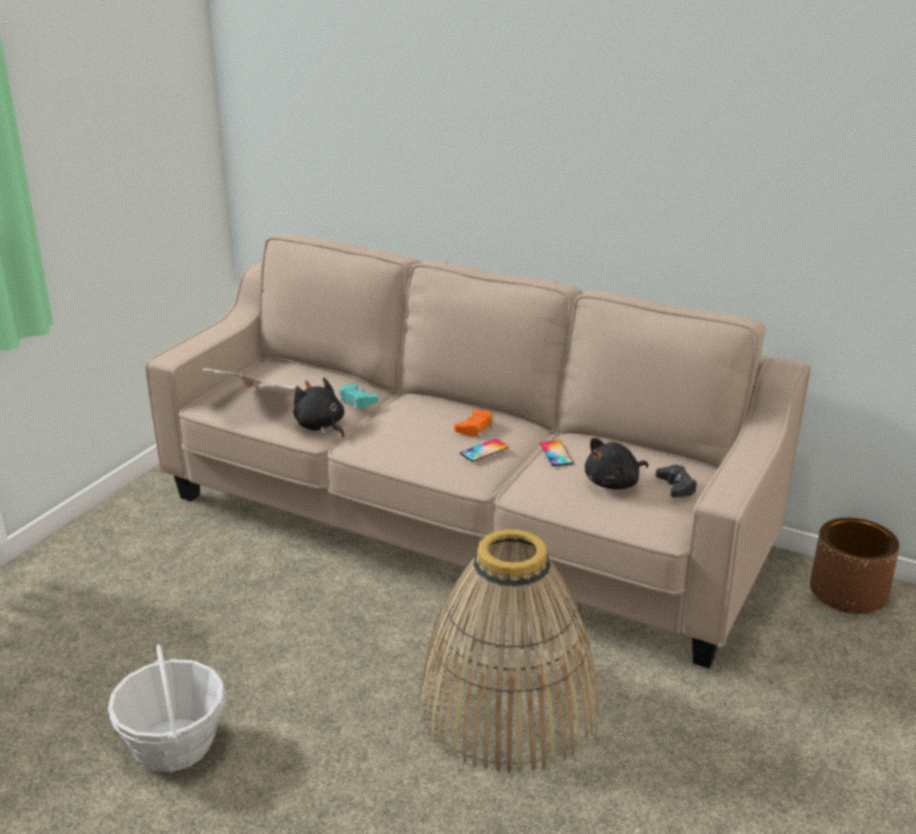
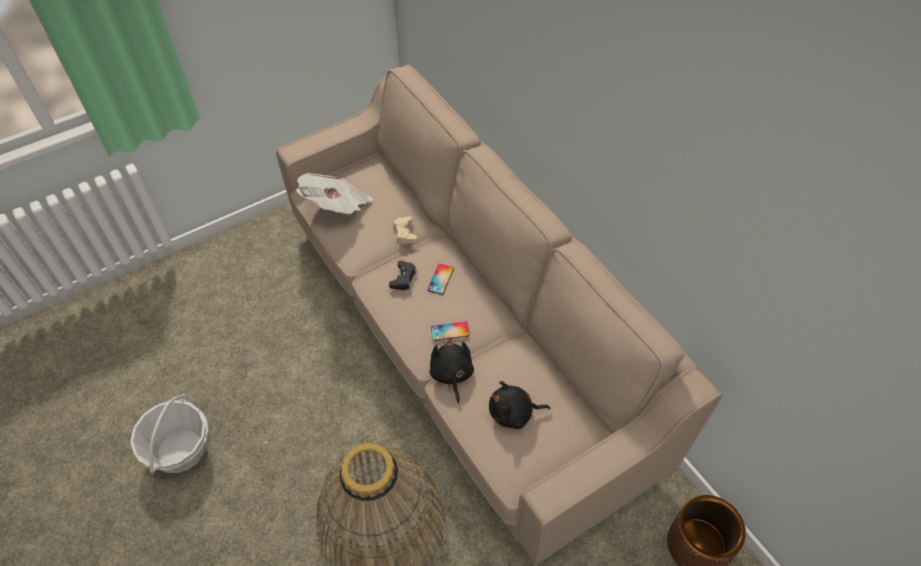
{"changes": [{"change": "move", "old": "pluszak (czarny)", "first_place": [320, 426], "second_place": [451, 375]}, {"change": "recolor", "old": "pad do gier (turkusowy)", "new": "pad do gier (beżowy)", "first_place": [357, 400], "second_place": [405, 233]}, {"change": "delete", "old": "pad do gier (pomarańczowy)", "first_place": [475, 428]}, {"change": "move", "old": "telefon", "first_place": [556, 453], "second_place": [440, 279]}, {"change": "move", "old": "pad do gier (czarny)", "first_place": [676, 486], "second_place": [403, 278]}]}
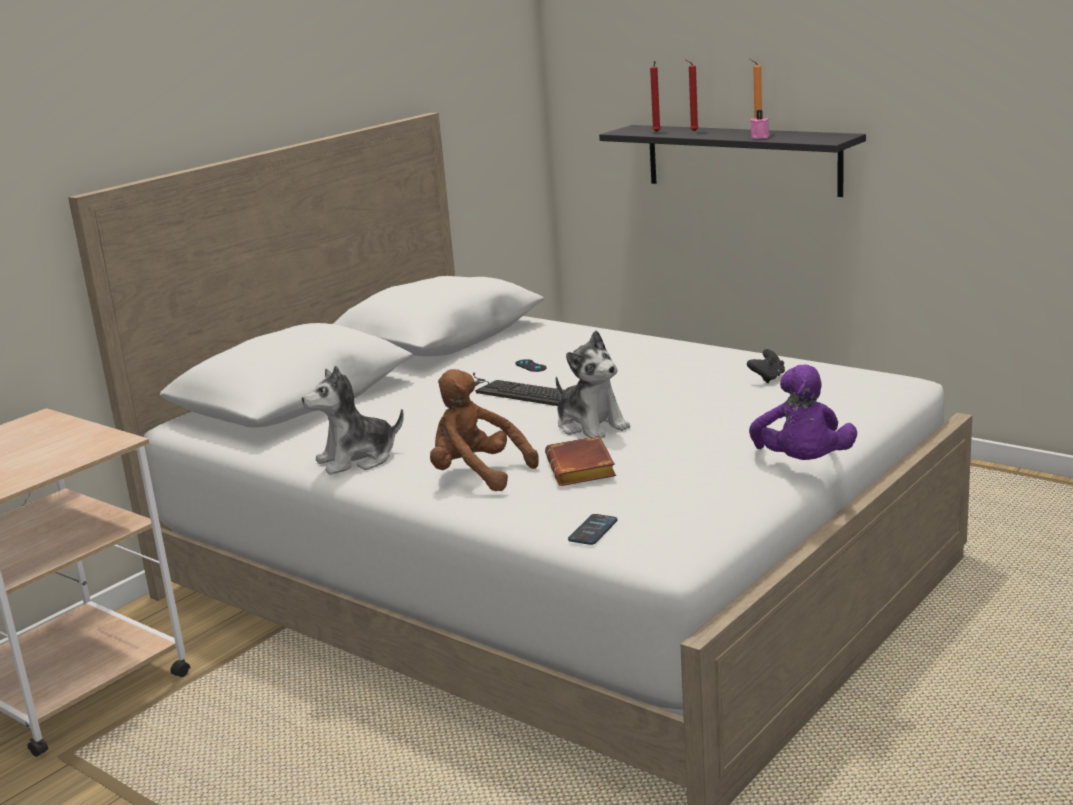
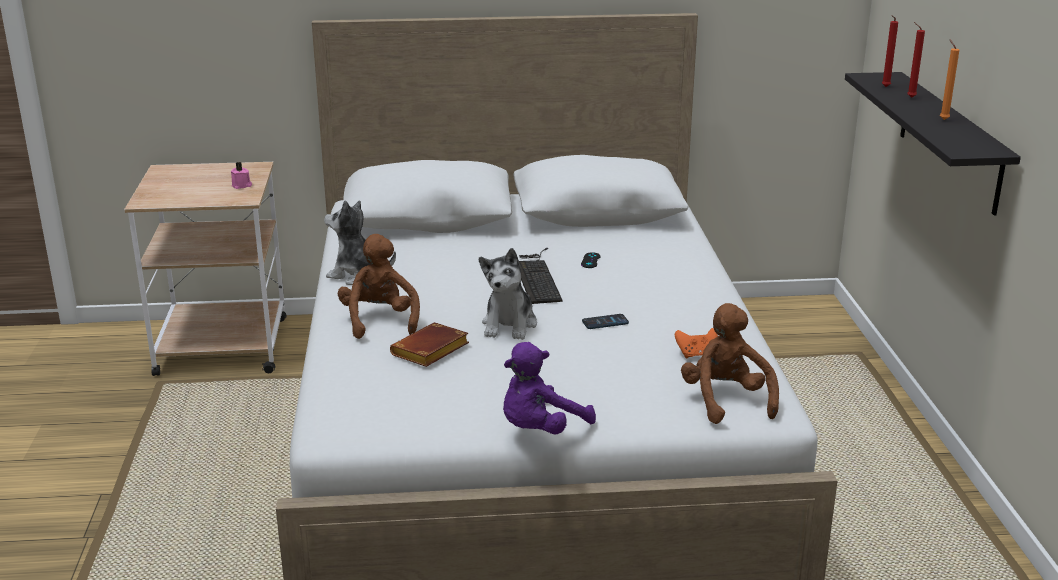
{"changes": [{"change": "move", "old": "świeca (różowy)", "first_place": [761, 137], "second_place": [242, 186]}, {"change": "recolor", "old": "pad do gier (czarny)", "new": "pad do gier (pomarańczowy)", "first_place": [767, 378], "second_place": [696, 354]}, {"change": "move", "old": "telefon", "first_place": [593, 530], "second_place": [605, 322]}, {"change": "insert", "new": "pluszak (brązowy)", "second_place": [726, 400]}]}
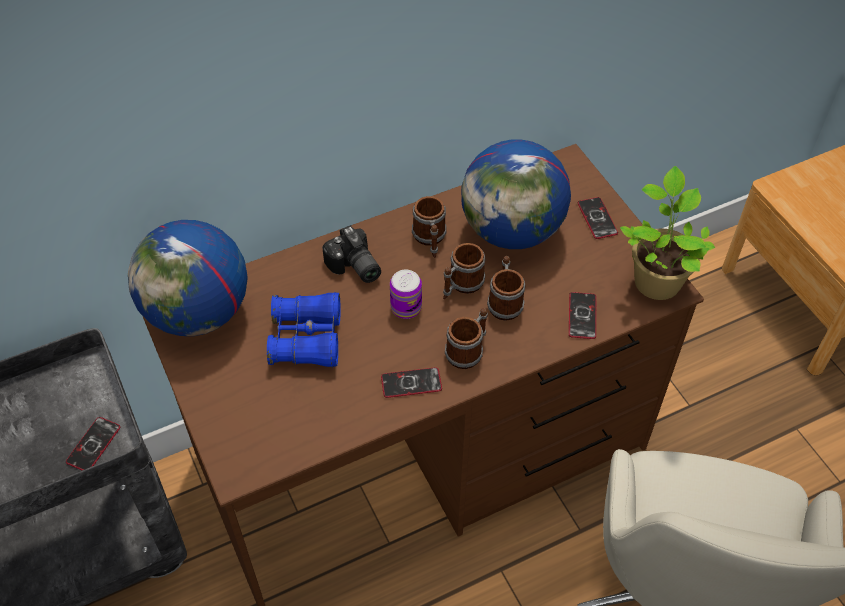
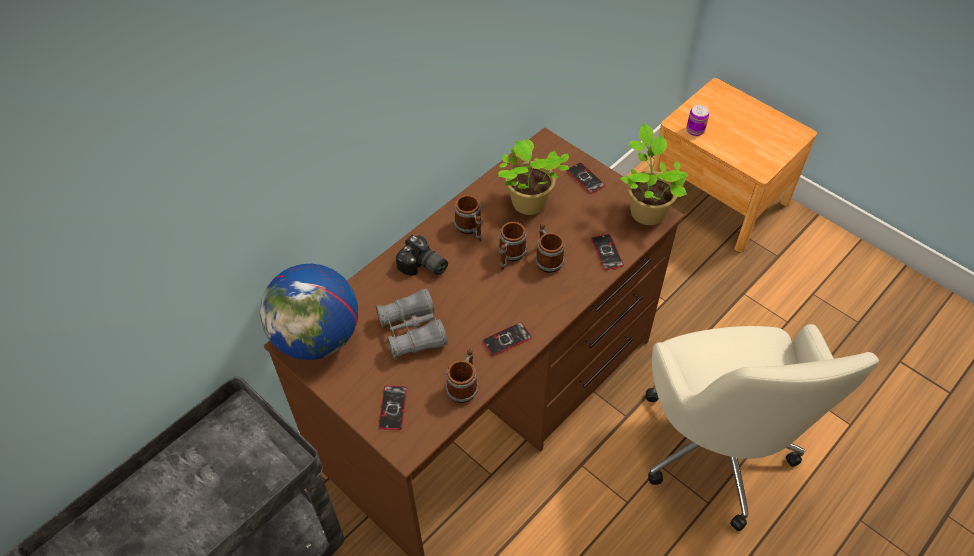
{"changes": [{"change": "replace", "old": "globus", "new": "roślina doniczkowa", "first_place": [512, 231], "second_place": [528, 205]}, {"change": "move", "old": "puszka", "first_place": [406, 308], "second_place": [695, 130]}, {"change": "recolor", "old": "lornetka (niebieski)", "new": "lornetka (szary)", "first_place": [307, 339], "second_place": [412, 331]}, {"change": "move", "old": "kubek", "first_place": [468, 350], "second_place": [464, 385]}, {"change": "move", "old": "telefon", "first_place": [93, 445], "second_place": [393, 408]}]}
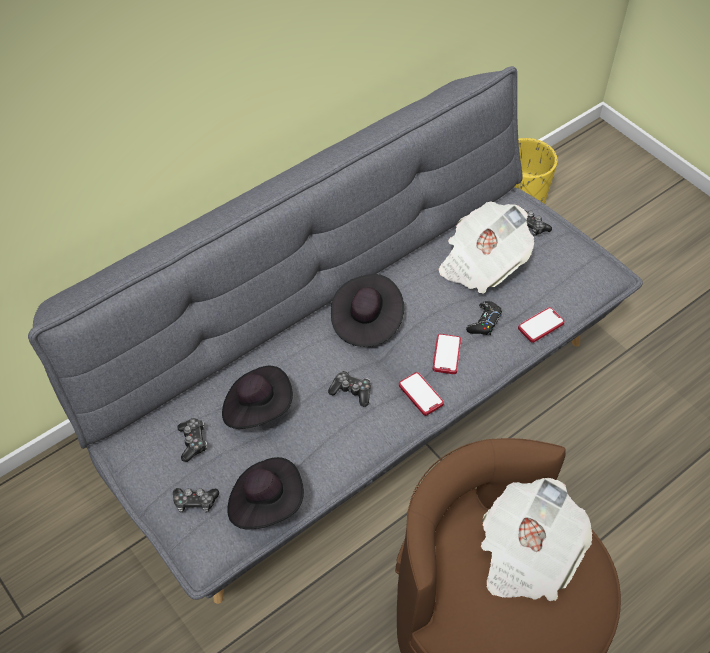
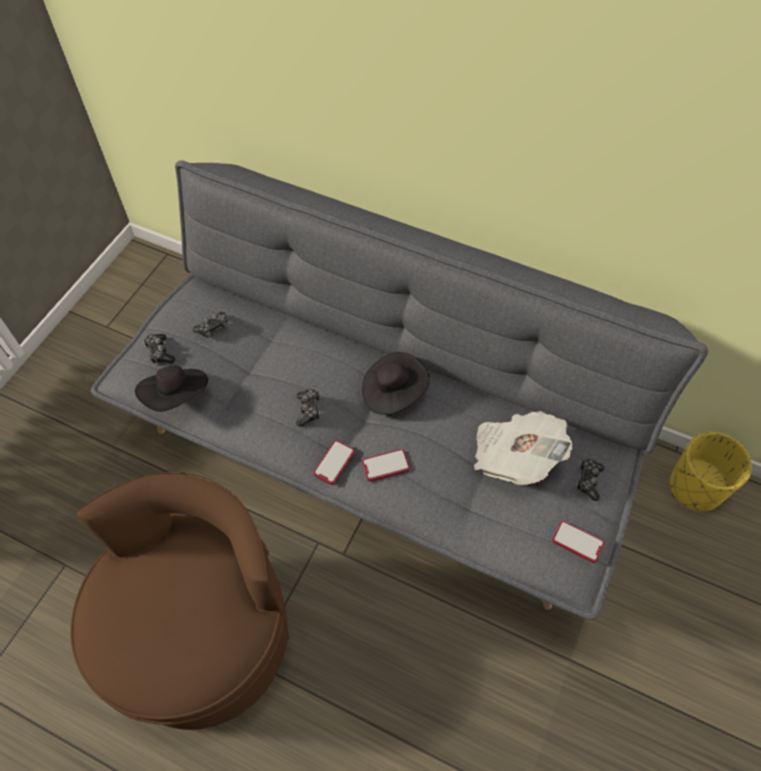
{"changes": [{"change": "delete", "old": "pad do gier (czarny)", "first_place": [484, 322]}, {"change": "move", "old": "telefon", "first_place": [540, 326], "second_place": [577, 542]}, {"change": "delete", "old": "kapelusz (czarny)", "first_place": [257, 408]}, {"change": "delete", "old": "gazeta", "first_place": [526, 555]}]}
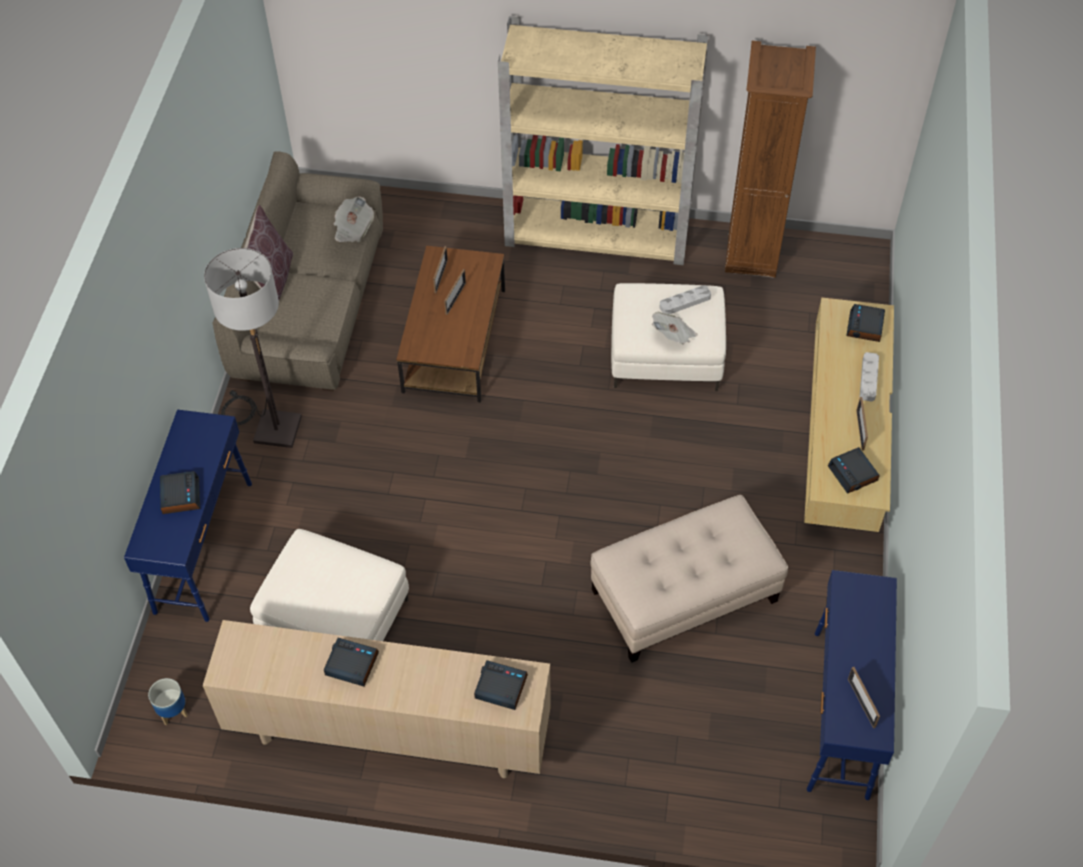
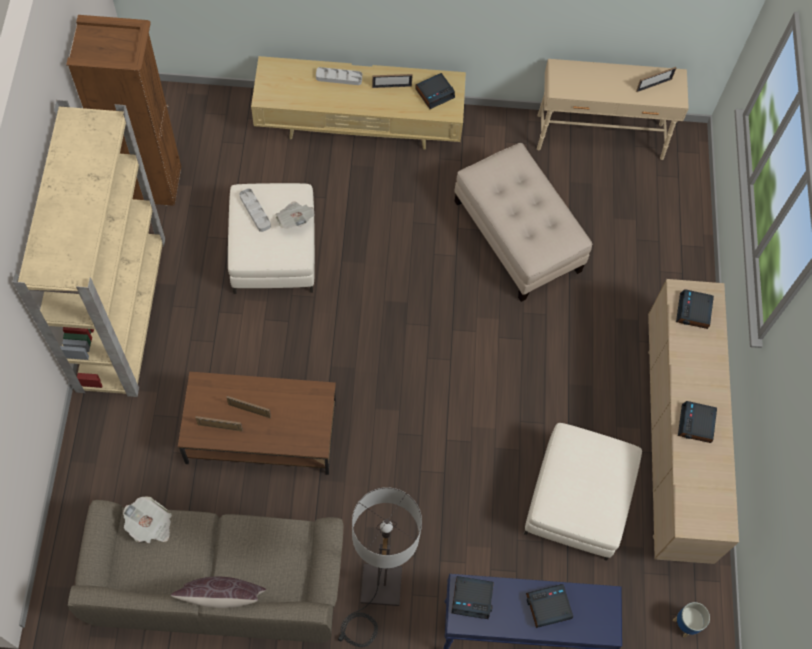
{"changes": [{"change": "move", "old": "budzik", "first_place": [865, 327], "second_place": [472, 598]}, {"change": "recolor", "old": "stolik konsolowy (niebieski)", "new": "stolik konsolowy (beżowy)", "first_place": [839, 713], "second_place": [600, 138]}]}
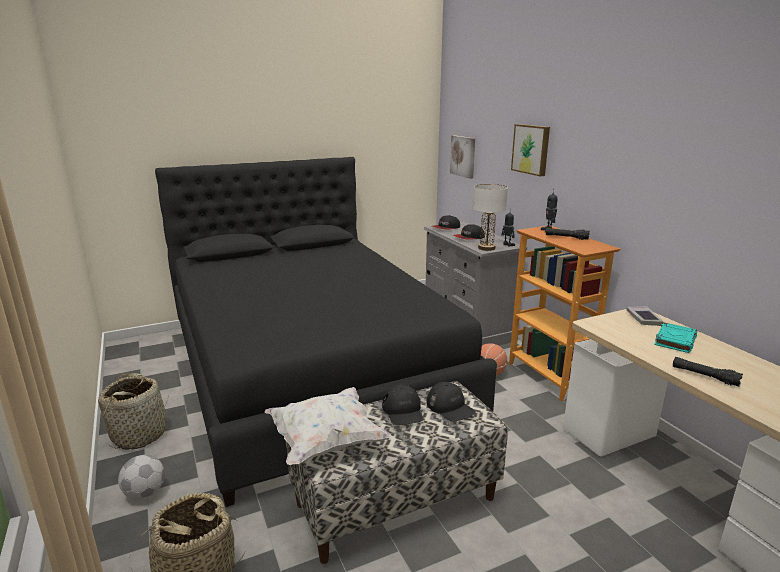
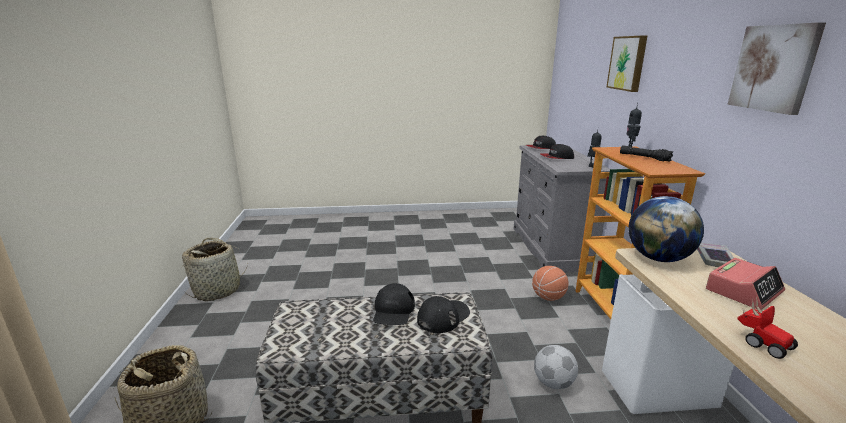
{"changes": [{"change": "move", "old": "obraz", "first_place": [463, 156], "second_place": [774, 68]}, {"change": "delete", "old": "łóżko (czarny)", "first_place": [310, 369]}, {"change": "delete", "old": "lampa stołowa", "first_place": [486, 248]}, {"change": "replace", "old": "książka (turkusowy)", "new": "budzik", "first_place": [675, 340], "second_place": [743, 290]}, {"change": "replace", "old": "latarka (czarny)", "new": "samochodzik", "first_place": [704, 376], "second_place": [761, 343]}, {"change": "rotate", "old": "czapka z daszkiem (czarny)", "first_place": [450, 407], "second_place": [443, 317], "degrees": -120}, {"change": "delete", "old": "poduszka (biały)", "first_place": [326, 442]}, {"change": "move", "old": "piłka futbolowa", "first_place": [145, 493], "second_place": [553, 382]}, {"change": "insert", "new": "globus", "second_place": [658, 258]}]}
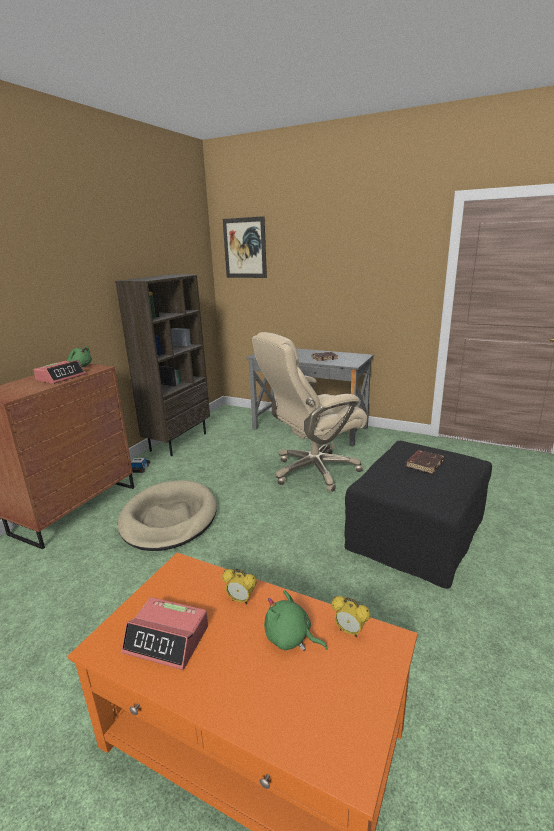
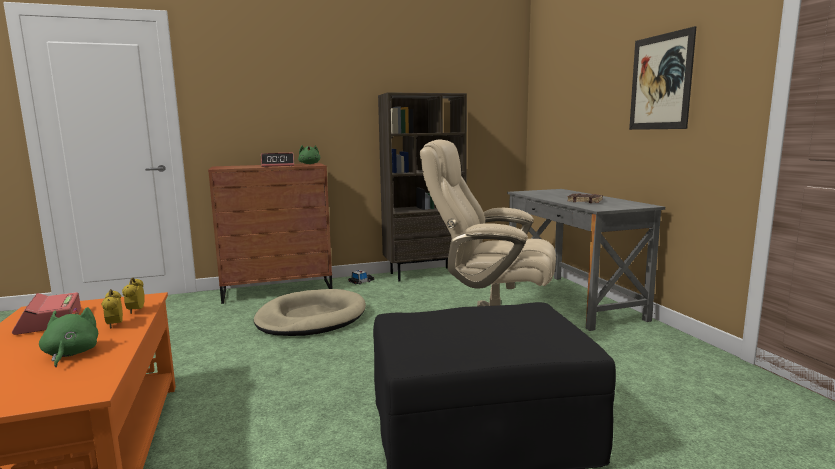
{"changes": [{"change": "move", "old": "obraz", "first_place": [245, 248], "second_place": [660, 82]}, {"change": "delete", "old": "książka (brązowy)", "first_place": [424, 464]}, {"change": "move", "old": "budzik", "first_place": [349, 631], "second_place": [136, 311]}]}
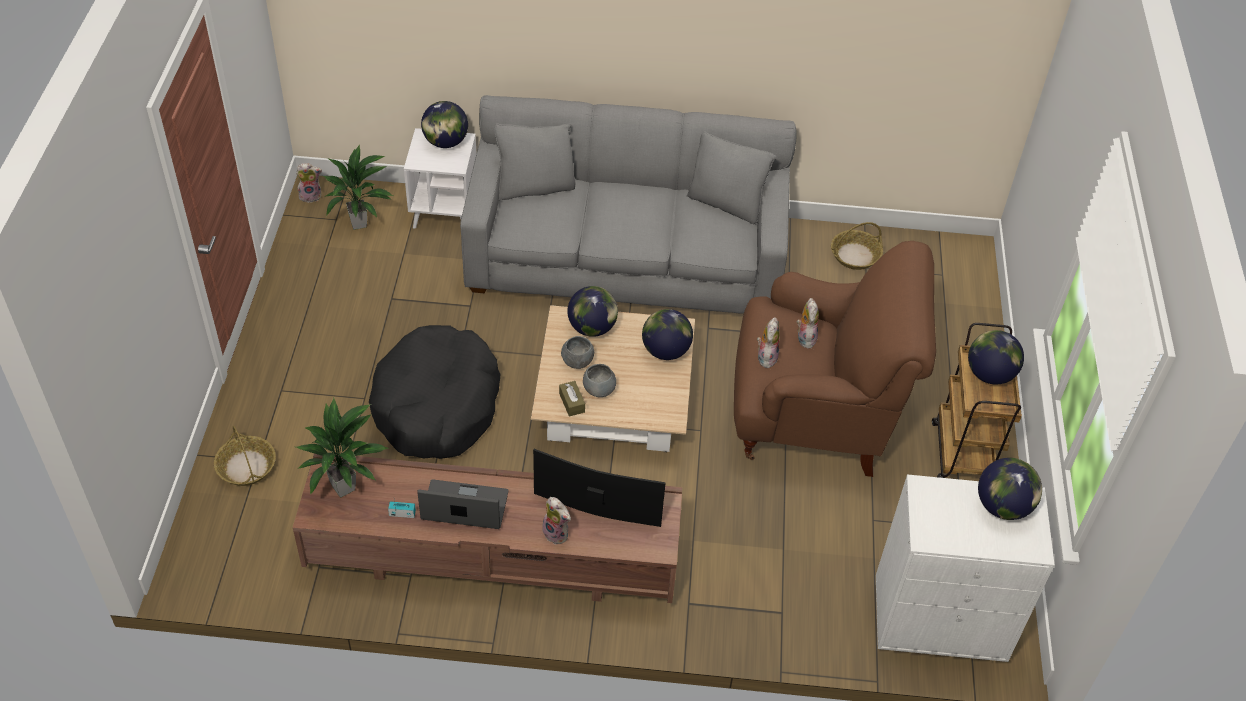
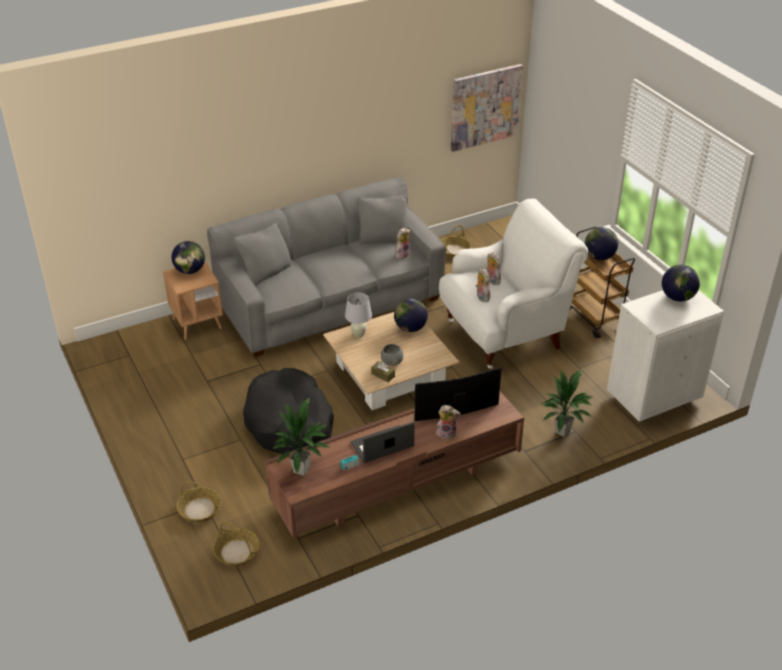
{"changes": [{"change": "recolor", "old": "stolik (biały)", "new": "stolik (brązowy)", "first_place": [444, 212], "second_place": [197, 323]}, {"change": "move", "old": "roślina doniczkowa", "first_place": [359, 224], "second_place": [563, 431]}, {"change": "move", "old": "pluszak", "first_place": [311, 195], "second_place": [402, 254]}, {"change": "recolor", "old": "fotel (brązowy)", "new": "fotel (biały)", "first_place": [814, 416], "second_place": [504, 334]}, {"change": "replace", "old": "globus", "new": "lampa stołowa (biały)", "first_place": [592, 328], "second_place": [358, 334]}, {"change": "delete", "old": "miska (szary)", "first_place": [577, 362]}, {"change": "insert", "new": "obraz", "second_place": [485, 107]}, {"change": "insert", "new": "koszyk", "second_place": [236, 552]}]}
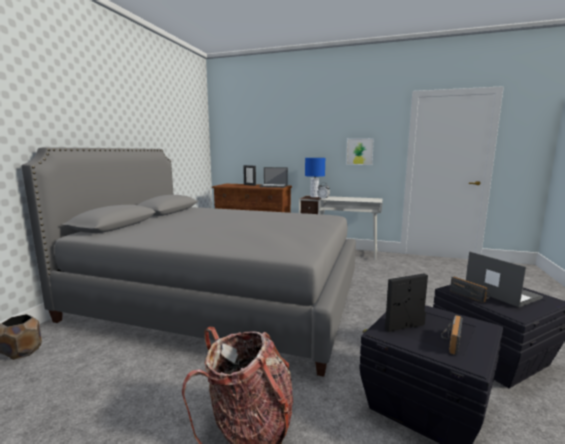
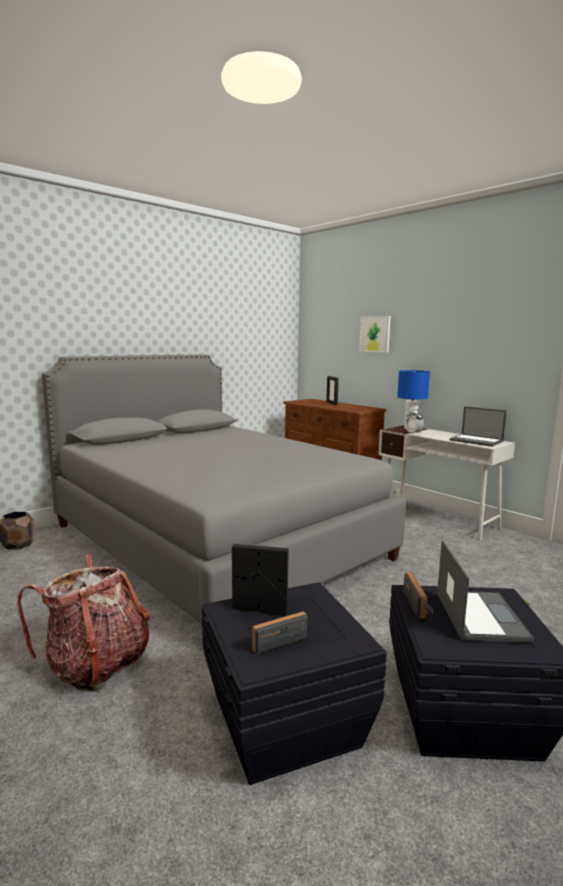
{"changes": [{"change": "move", "old": "obraz", "first_place": [359, 151], "second_place": [375, 334]}, {"change": "move", "old": "laptop", "first_place": [274, 186], "second_place": [477, 441]}]}
